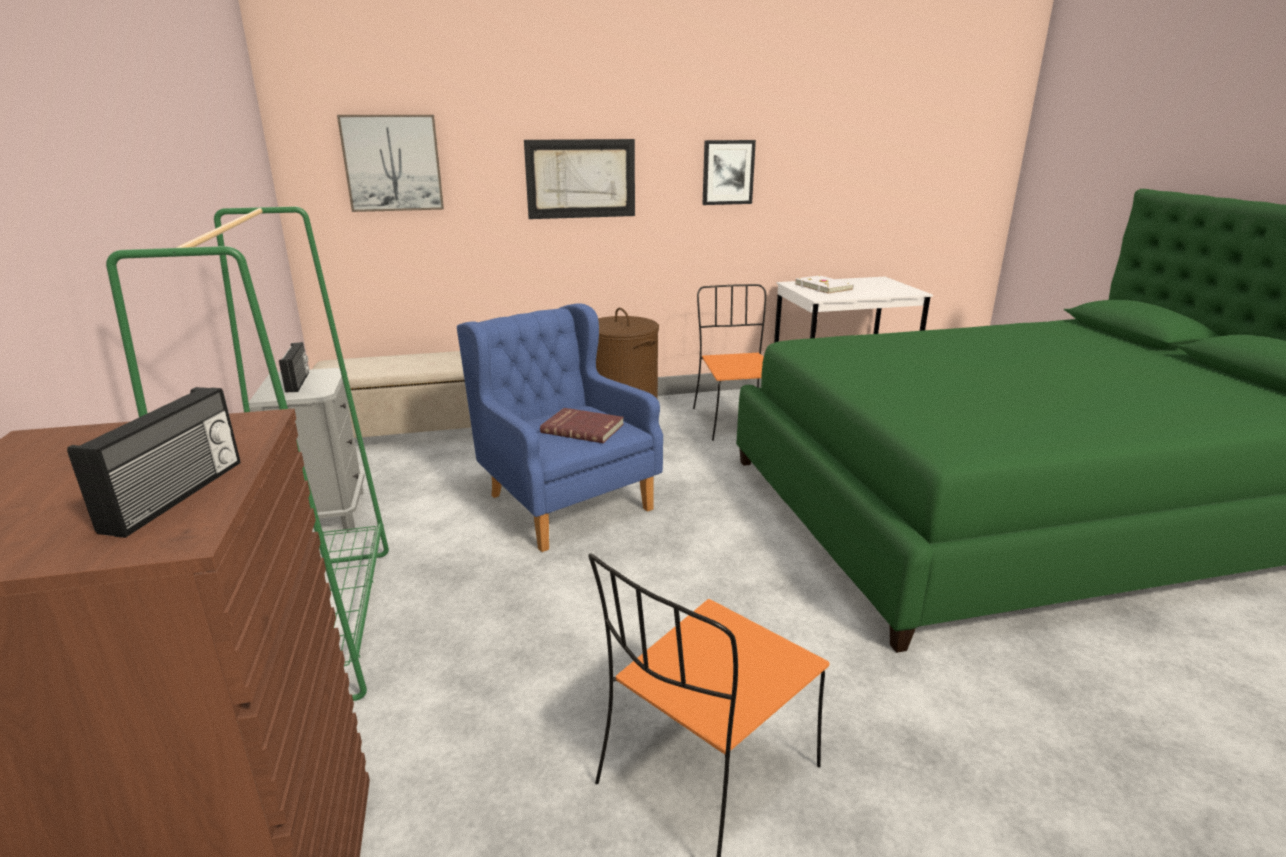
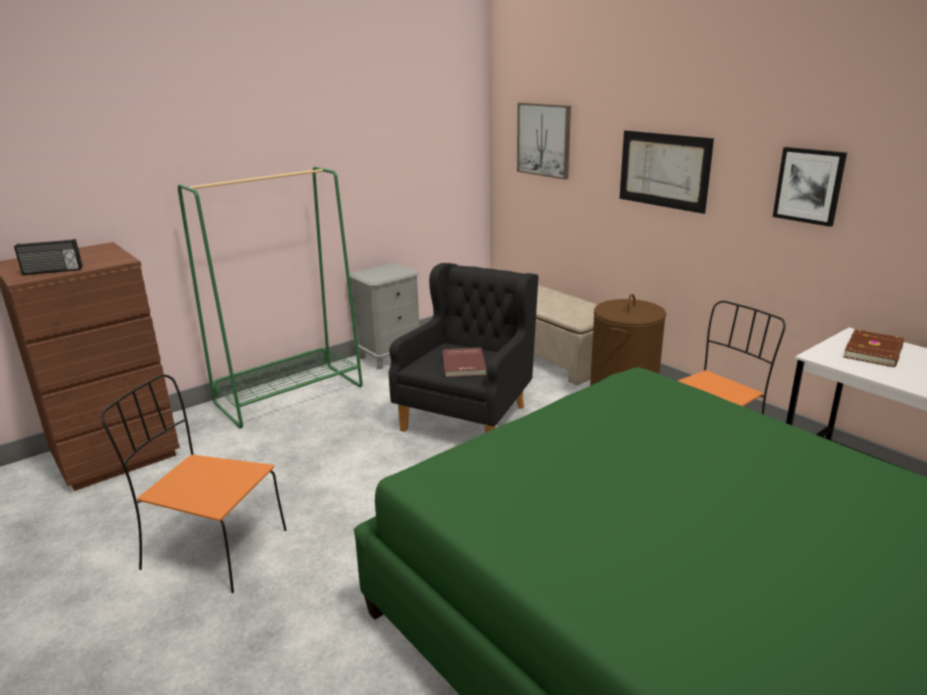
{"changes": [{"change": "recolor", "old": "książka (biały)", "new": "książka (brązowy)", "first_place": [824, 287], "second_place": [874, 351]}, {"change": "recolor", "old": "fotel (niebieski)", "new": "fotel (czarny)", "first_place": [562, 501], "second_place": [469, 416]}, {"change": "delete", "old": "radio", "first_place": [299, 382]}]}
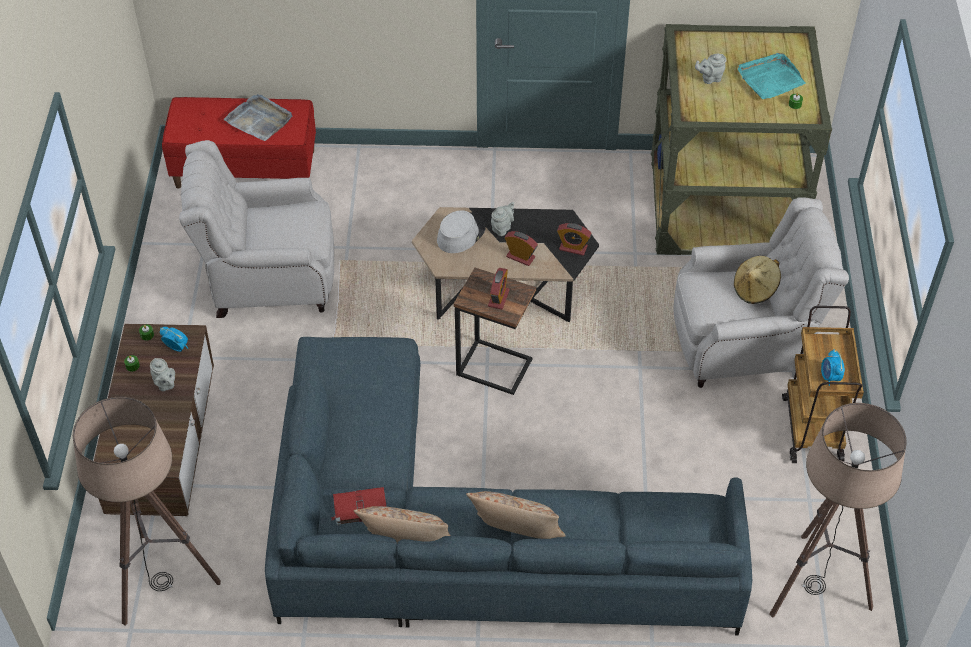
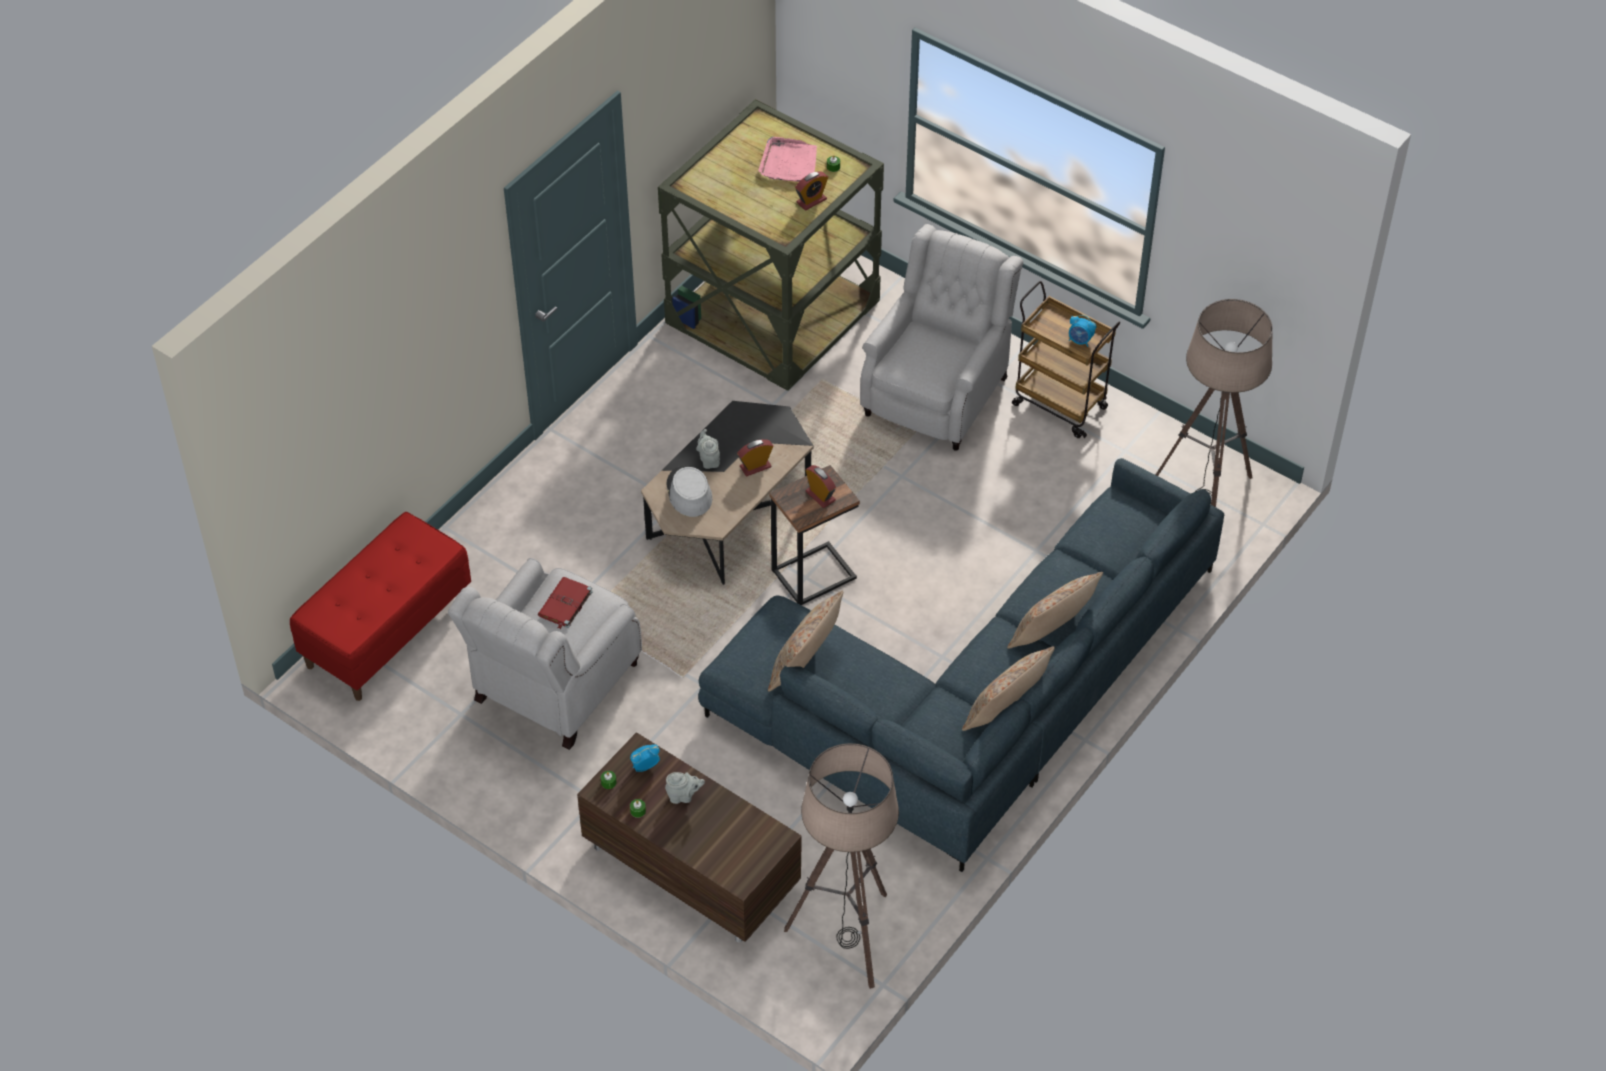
{"changes": [{"change": "recolor", "old": "taca (turkusowy)", "new": "taca (różowy)", "first_place": [770, 79], "second_place": [789, 163]}, {"change": "delete", "old": "imbryk (szary)", "first_place": [709, 78]}, {"change": "delete", "old": "taca (szary)", "first_place": [259, 120]}, {"change": "move", "old": "budzik", "first_place": [573, 248], "second_place": [811, 201]}, {"change": "delete", "old": "kapelusz (beżowy)", "first_place": [755, 290]}, {"change": "move", "old": "książka (czerwony)", "first_place": [359, 507], "second_place": [565, 604]}, {"change": "insert", "new": "poduszka (beżowy)", "second_place": [805, 666]}]}
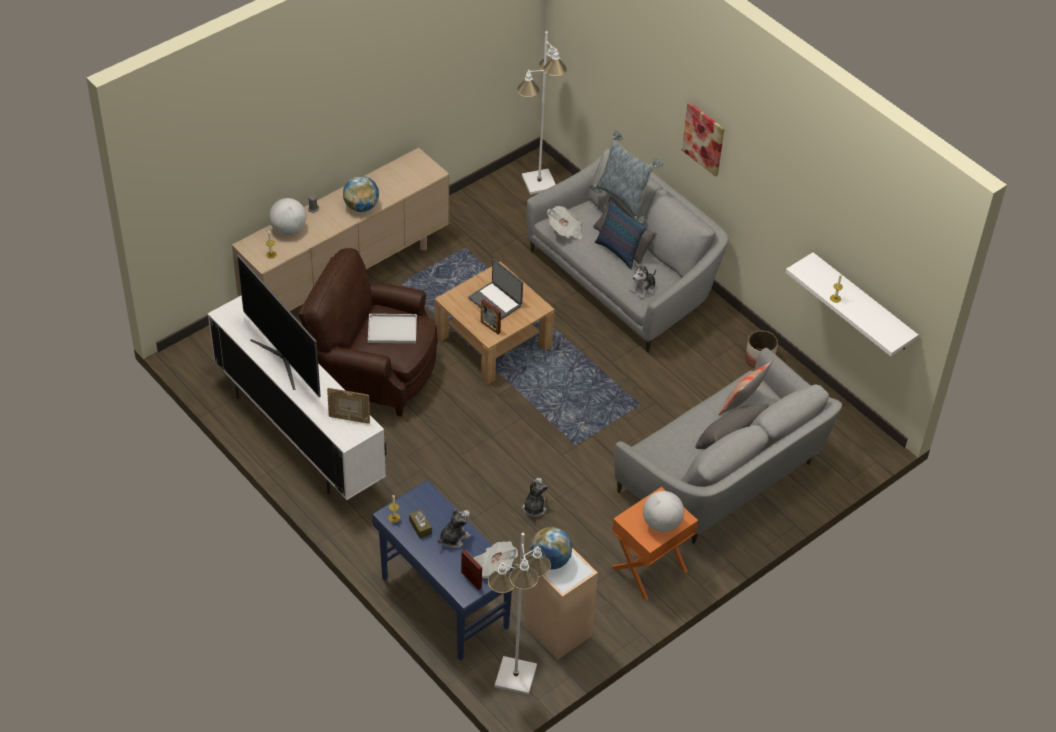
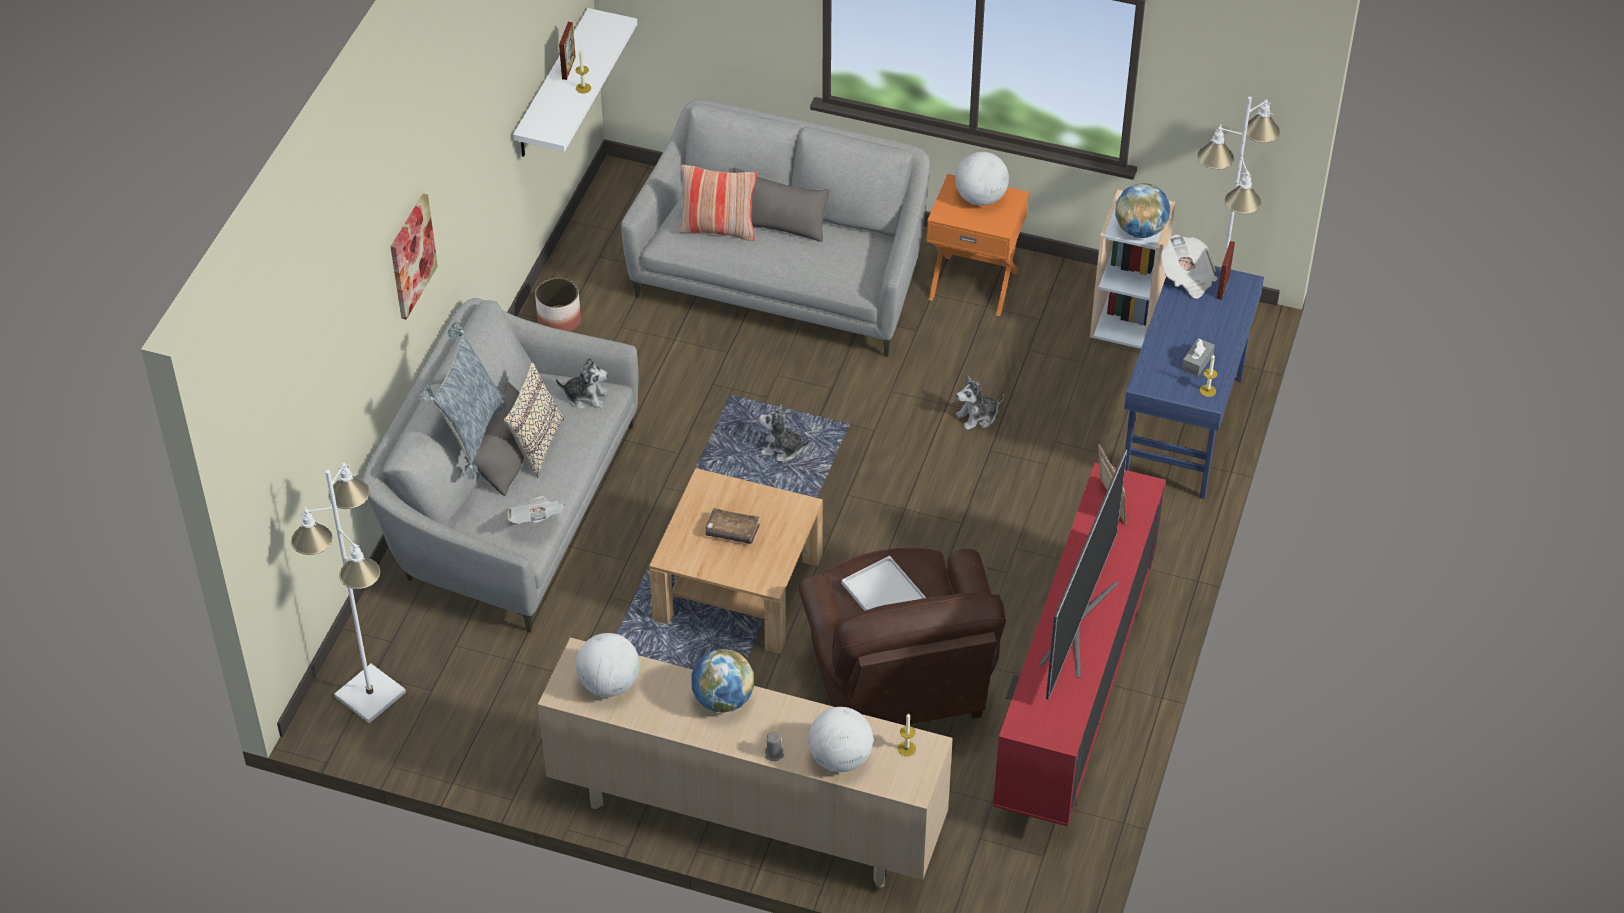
{"changes": [{"change": "recolor", "old": "poduszka (niebieski)", "new": "poduszka (beżowy)", "first_place": [618, 252], "second_place": [538, 446]}, {"change": "replace", "old": "laptop", "new": "książka (brązowy)", "first_place": [496, 302], "second_place": [732, 531]}, {"change": "recolor", "old": "szafka pod telewizor (biały)", "new": "szafka pod telewizor (czerwony)", "first_place": [298, 434], "second_place": [1074, 701]}, {"change": "move", "old": "ramka na zdjęcie", "first_place": [490, 327], "second_place": [568, 68]}, {"change": "recolor", "old": "pudełko chusteczek (brązowy)", "new": "pudełko chusteczek (szary)", "first_place": [420, 527], "second_place": [1197, 362]}, {"change": "move", "old": "pluszak", "first_place": [453, 538], "second_place": [782, 449]}, {"change": "insert", "new": "globus", "second_place": [609, 684]}]}
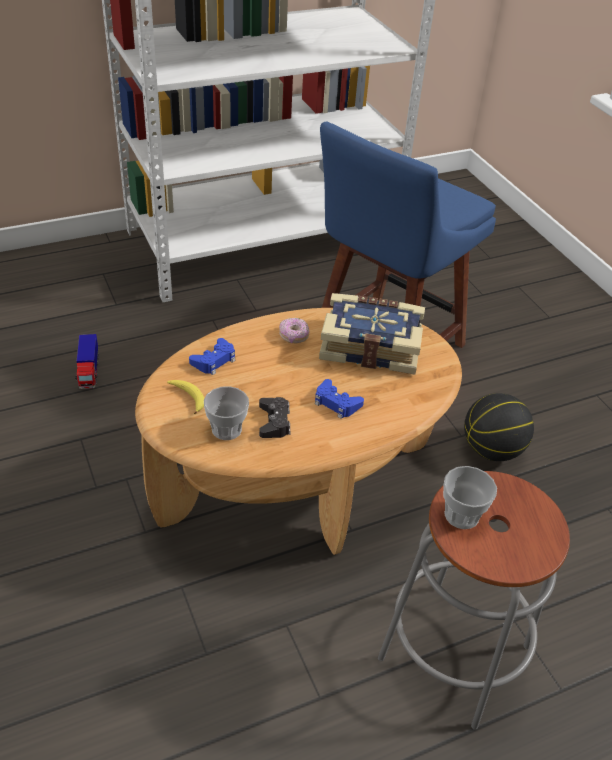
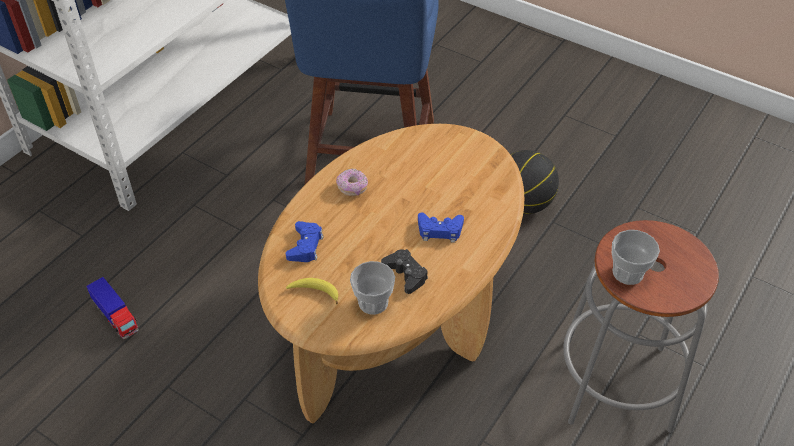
{"changes": [{"change": "delete", "old": "książka", "first_place": [371, 345]}]}
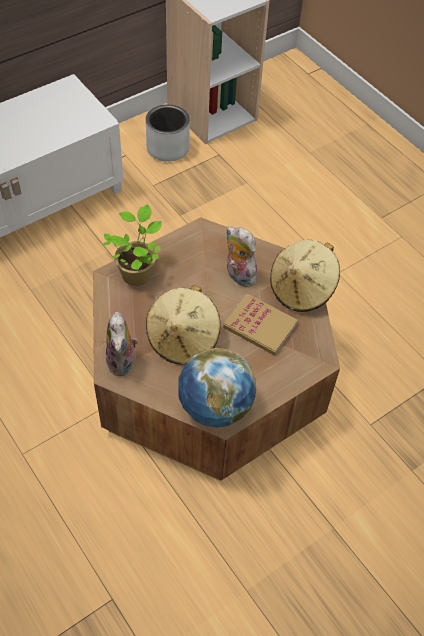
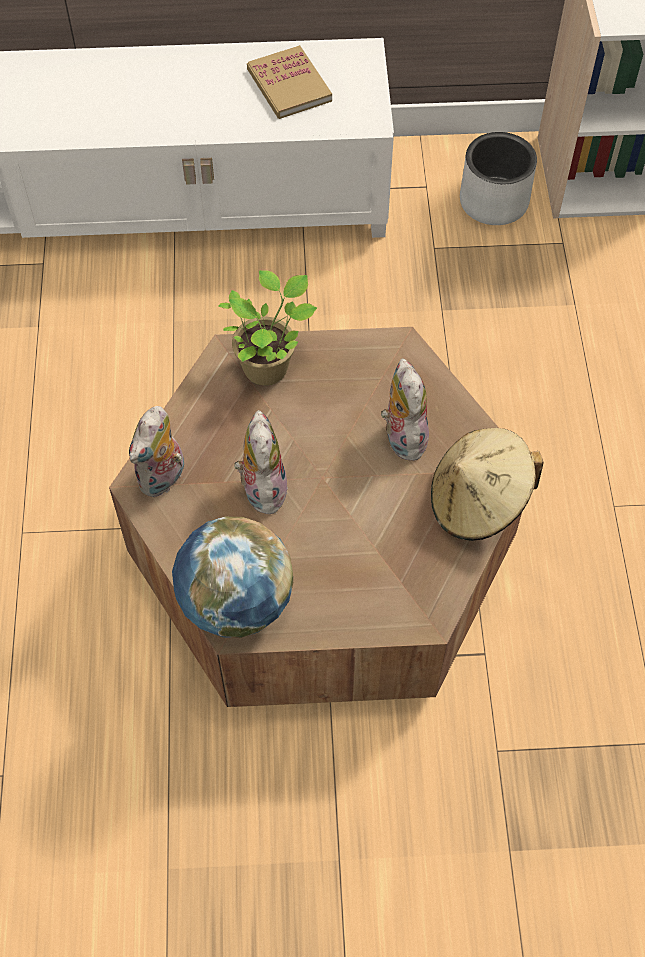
{"changes": [{"change": "replace", "old": "kapelusz (beżowy)", "new": "pluszak", "first_place": [183, 339], "second_place": [262, 488]}, {"change": "move", "old": "książka", "first_place": [260, 326], "second_place": [289, 85]}]}
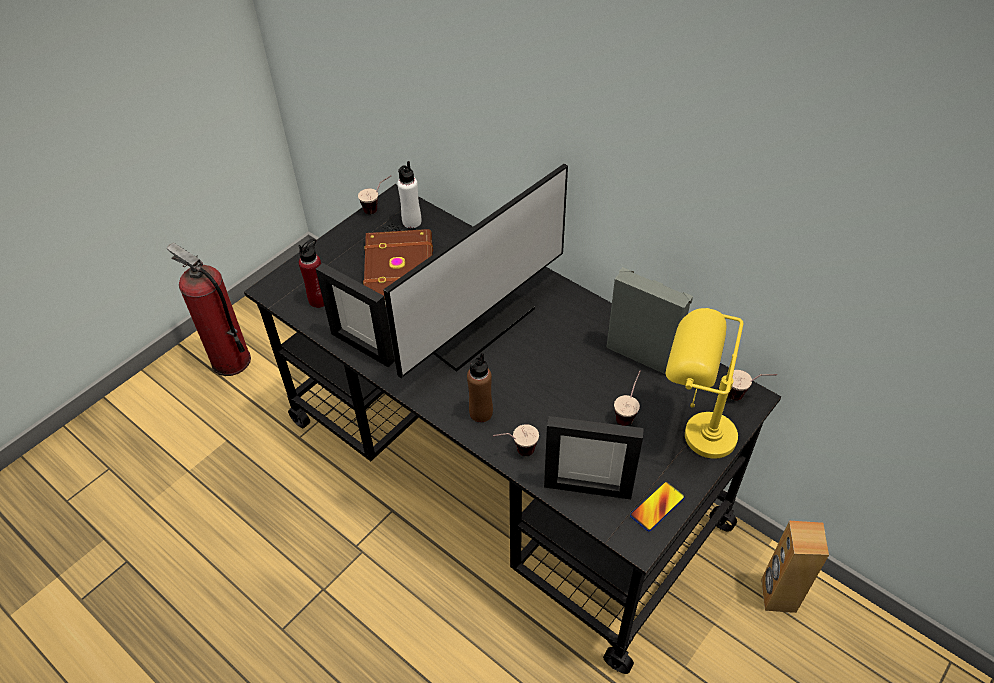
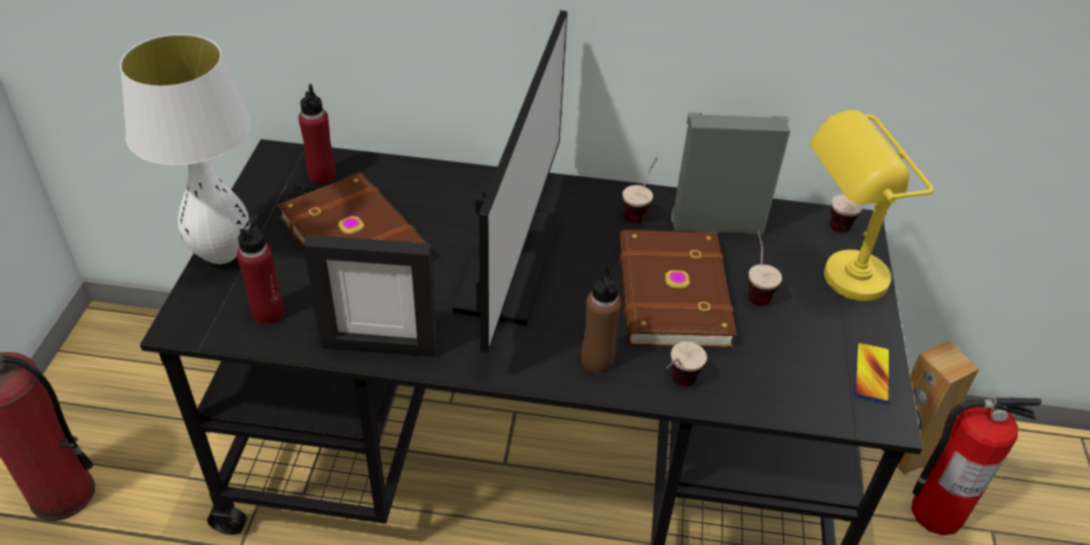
{"changes": [{"change": "recolor", "old": "butelka (biały)", "new": "butelka (czerwony)", "first_place": [411, 222], "second_place": [322, 175]}, {"change": "move", "old": "filiżanka", "first_place": [378, 207], "second_place": [640, 210]}, {"change": "delete", "old": "ramka na zdjęcie", "first_place": [588, 486]}, {"change": "insert", "new": "lampa stołowa (biały)", "second_place": [222, 254]}, {"change": "insert", "new": "książka (brązowy)", "second_place": [669, 294]}, {"change": "insert", "new": "gaśnica", "second_place": [935, 512]}]}
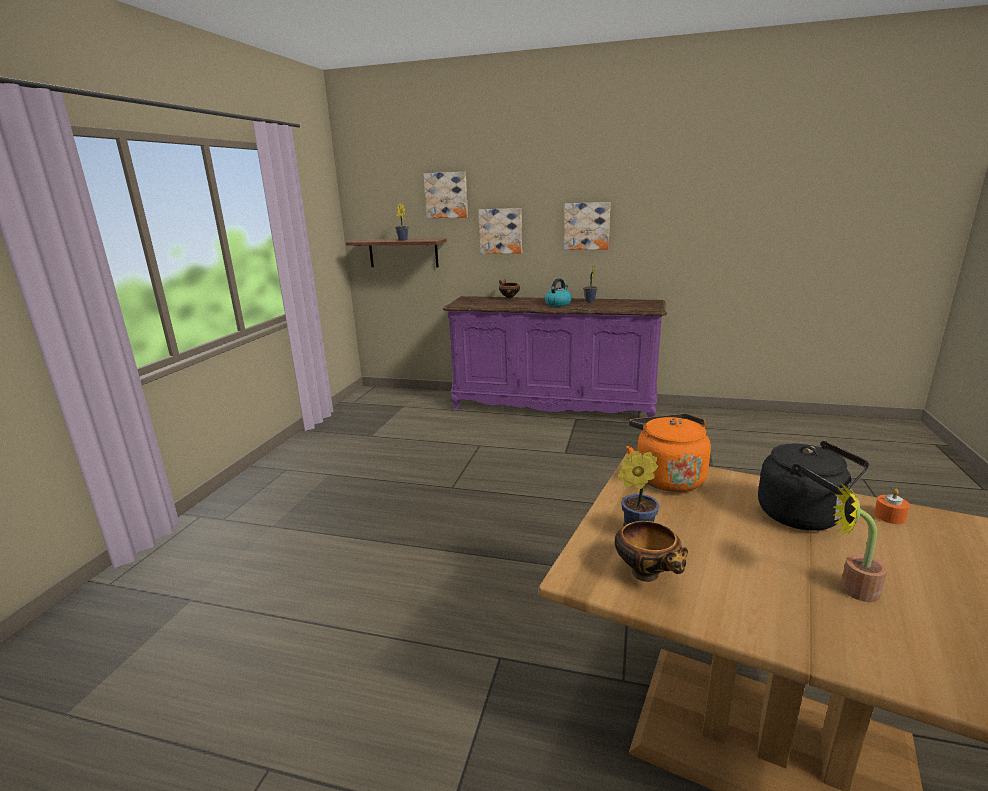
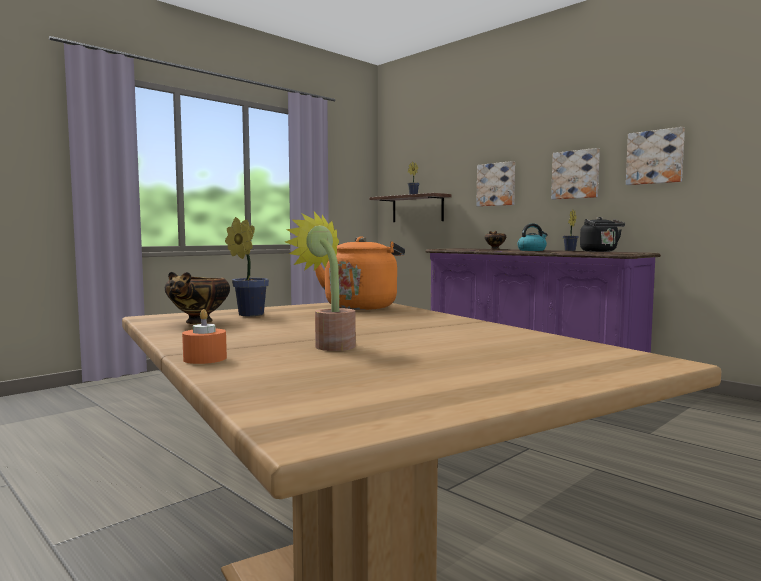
{"changes": [{"change": "move", "old": "obraz", "first_place": [446, 195], "second_place": [655, 157]}, {"change": "move", "old": "czajnik (czarny)", "first_place": [804, 516], "second_place": [600, 251]}, {"change": "move", "old": "świeca (pomarańczowy)", "first_place": [889, 516], "second_place": [205, 359]}]}
